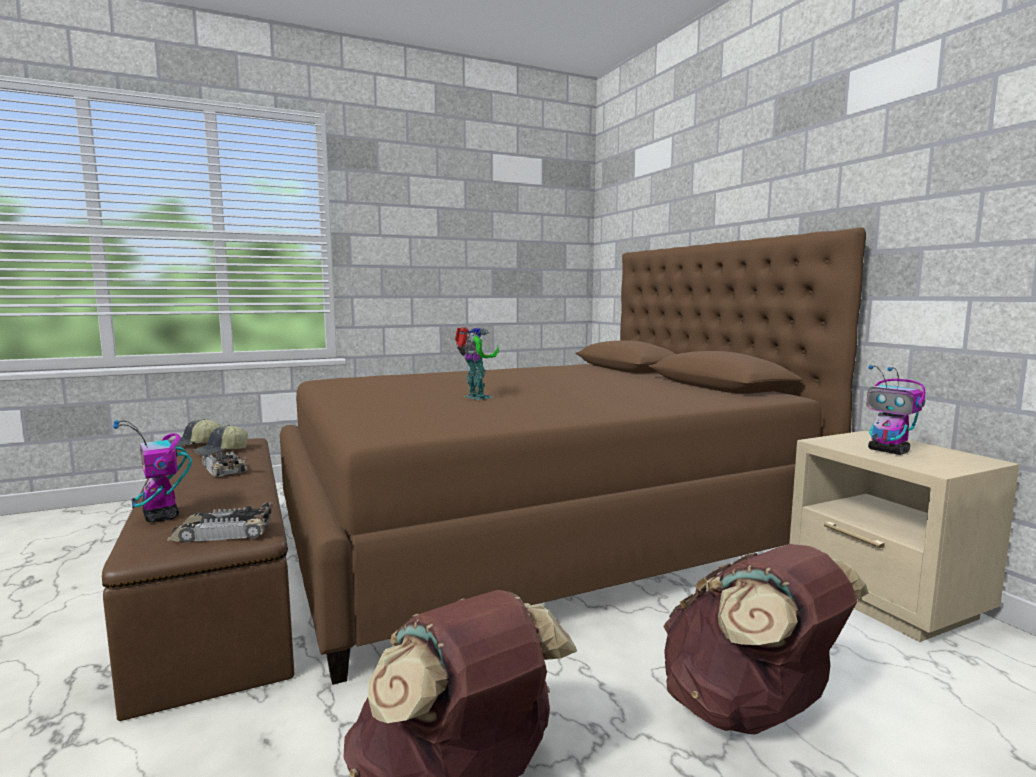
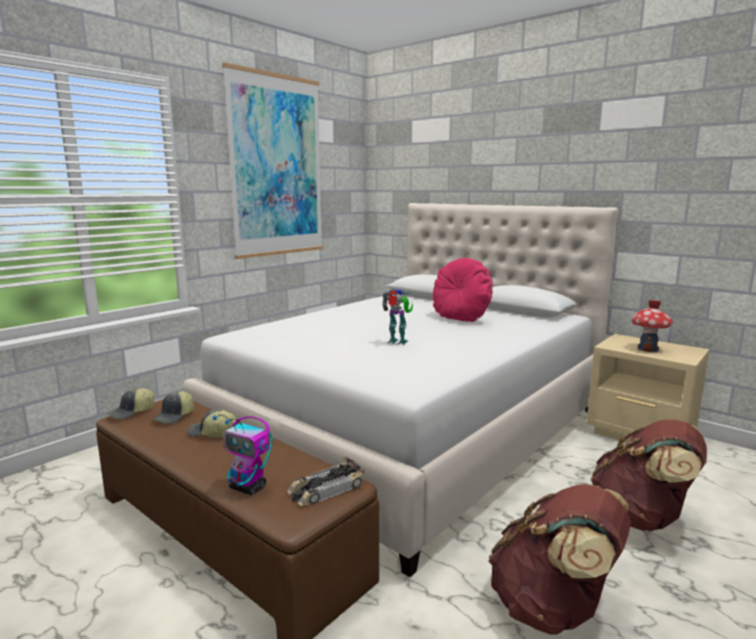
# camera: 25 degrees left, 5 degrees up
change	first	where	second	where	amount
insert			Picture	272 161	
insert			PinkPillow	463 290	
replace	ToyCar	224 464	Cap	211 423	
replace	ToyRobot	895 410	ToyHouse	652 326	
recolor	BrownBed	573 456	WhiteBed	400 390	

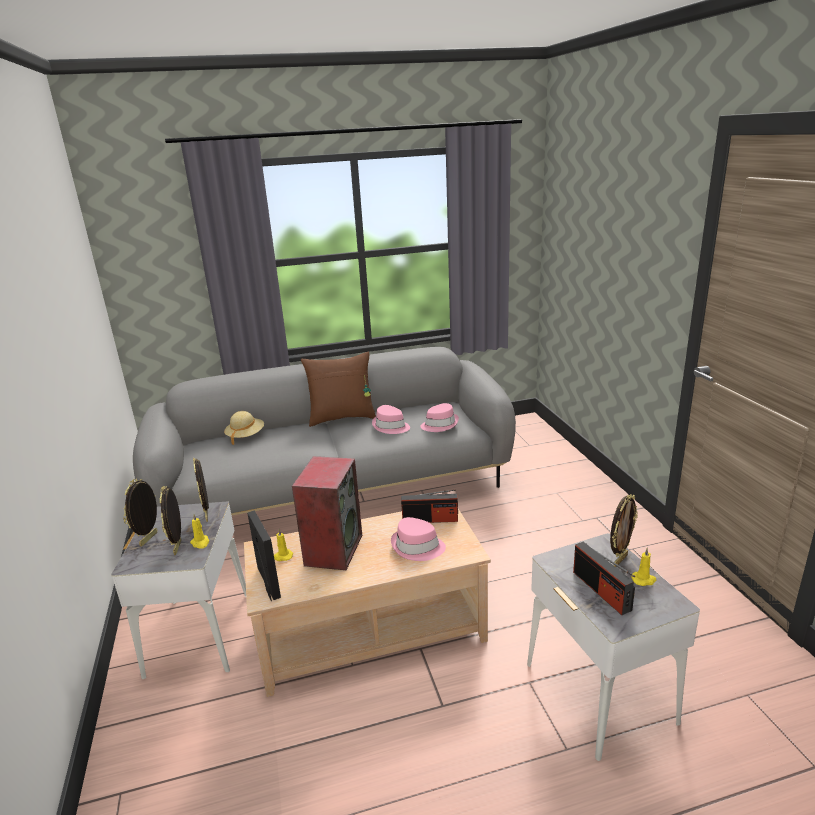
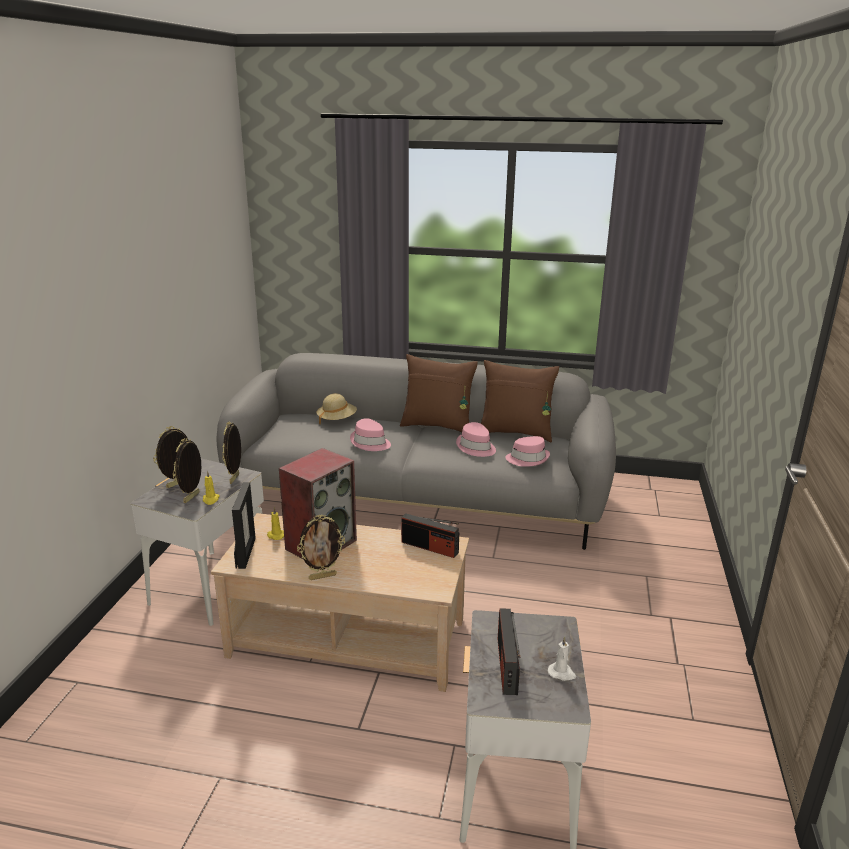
# camera: 25 degrees right, 0 degrees up
change	first	where	second	where	amount
insert			BrownPillow	520 401	
move	PinkHat	418 539		370 434	
move	PictureFrame	624 530		321 547	
recolor	YellowCandle	644 566	WhiteCandle	562 659	

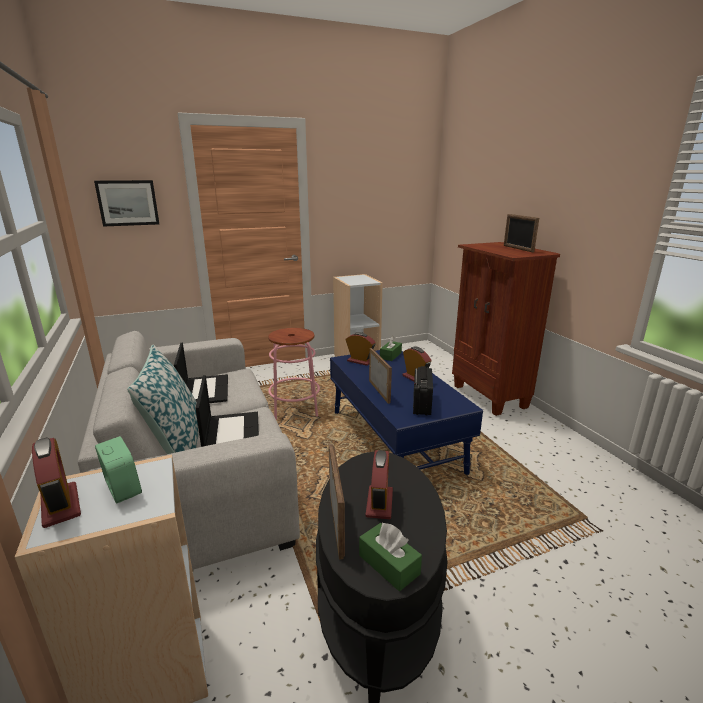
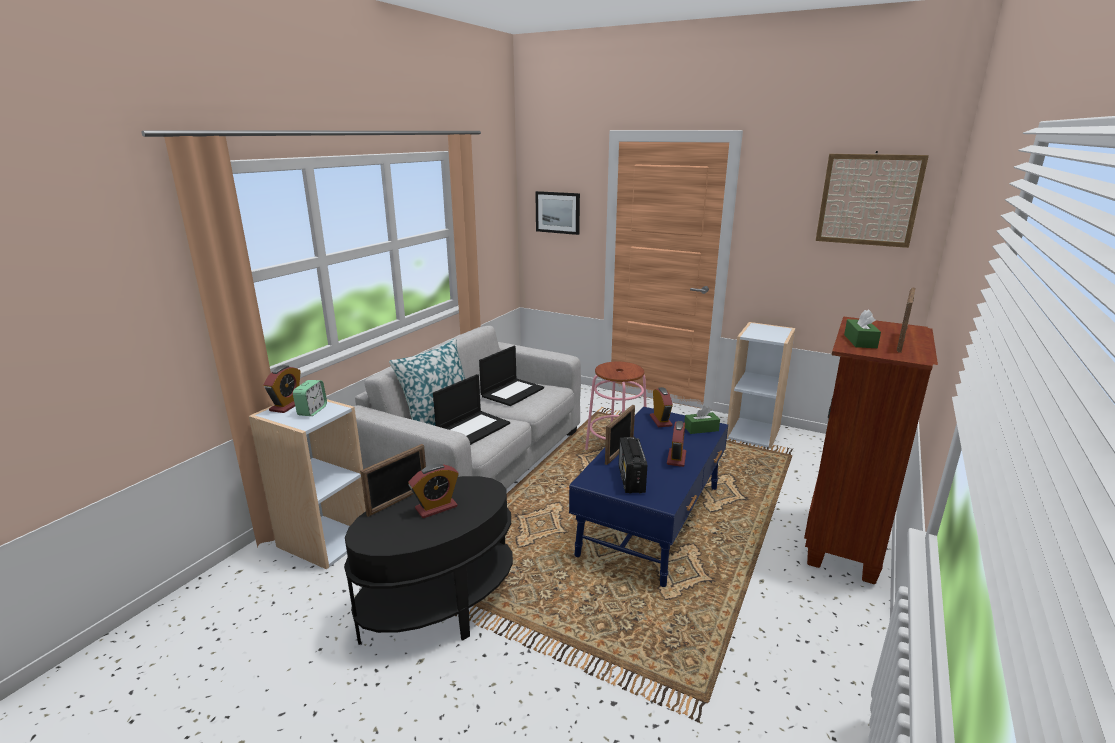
# camera: 50 degrees right, 0 degrees up
change	first	where	second	where	amount
insert			Picture	872 199	
move	GreenTissueBox	390 557		862 328	
rotate	Radio	423 390		633 465	120 degrees clockwise

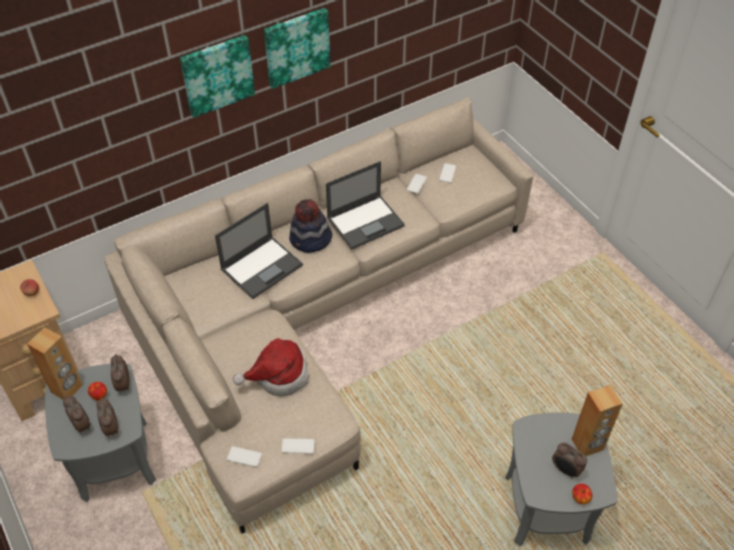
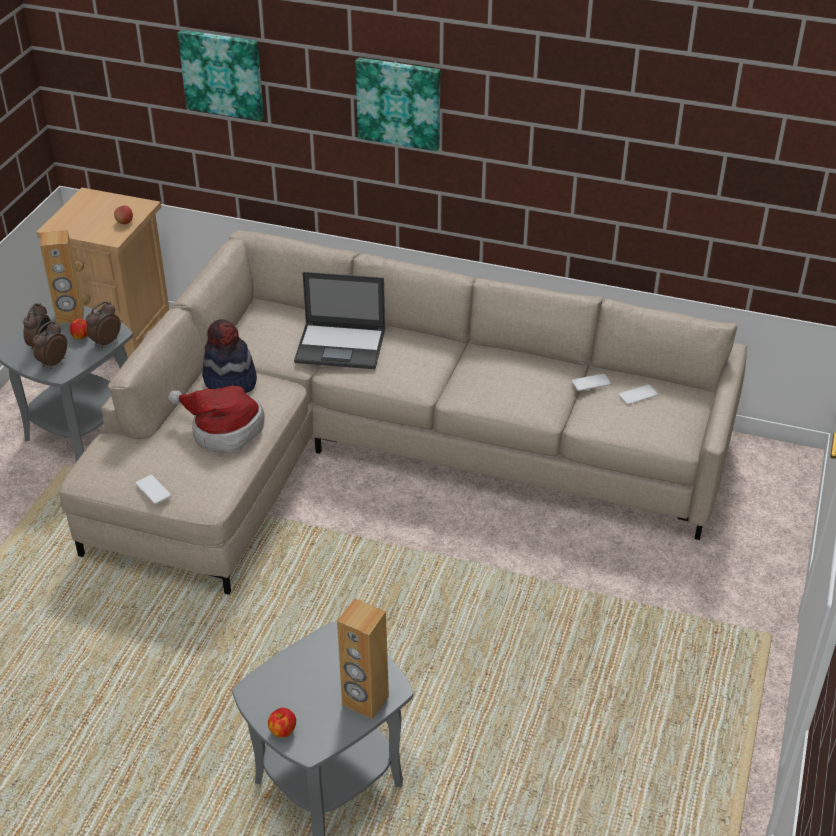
# camera: 50 degrees right, 10 degrees down
change	first	where	second	where	amount
delete	Phone	244 456			
delete	Laptop	365 205			
delete	AlarmClock	569 460			
move	Picture	297 48		221 75	
move	Hat	310 226		229 356	

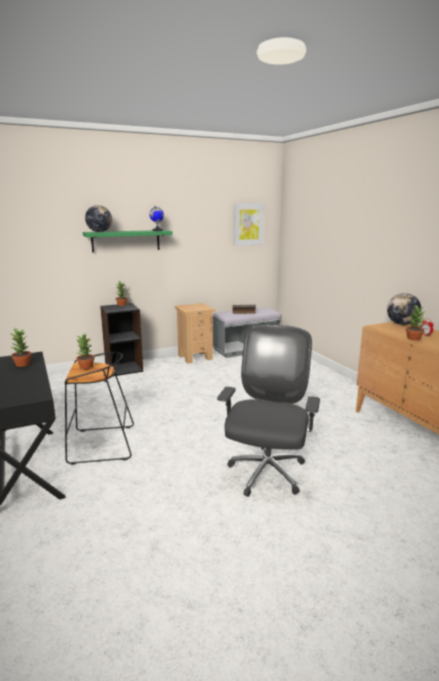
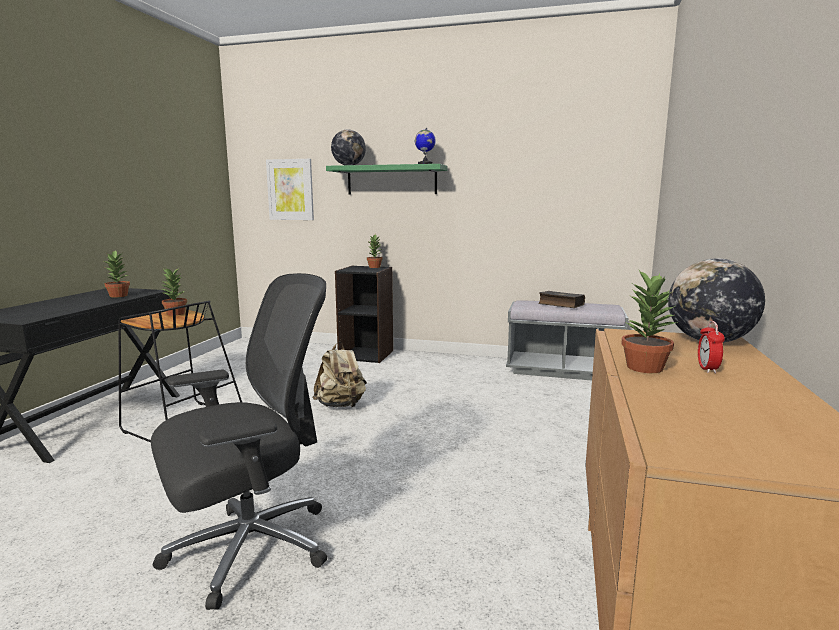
# camera: 40 degrees right, 5 degrees down
change	first	where	second	where	amount
delete	BeigeNightstand	195 333			
insert			BeigeBackpack	340 374	
move	Picture	249 224		290 189	

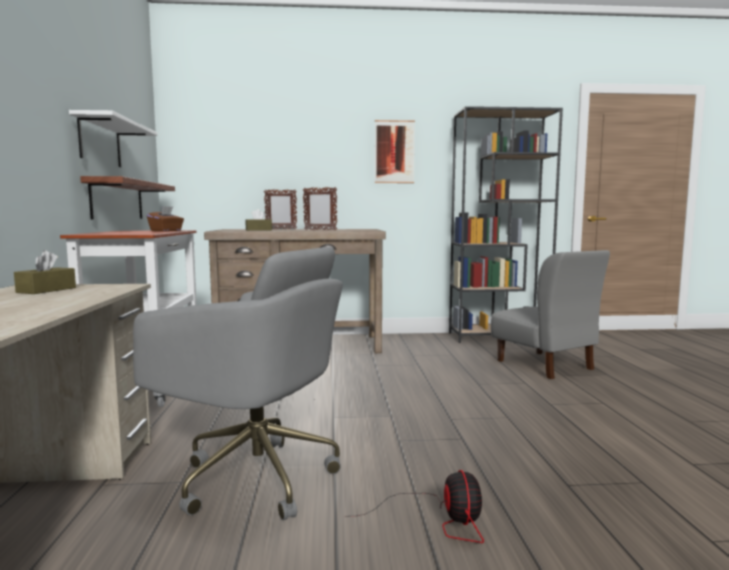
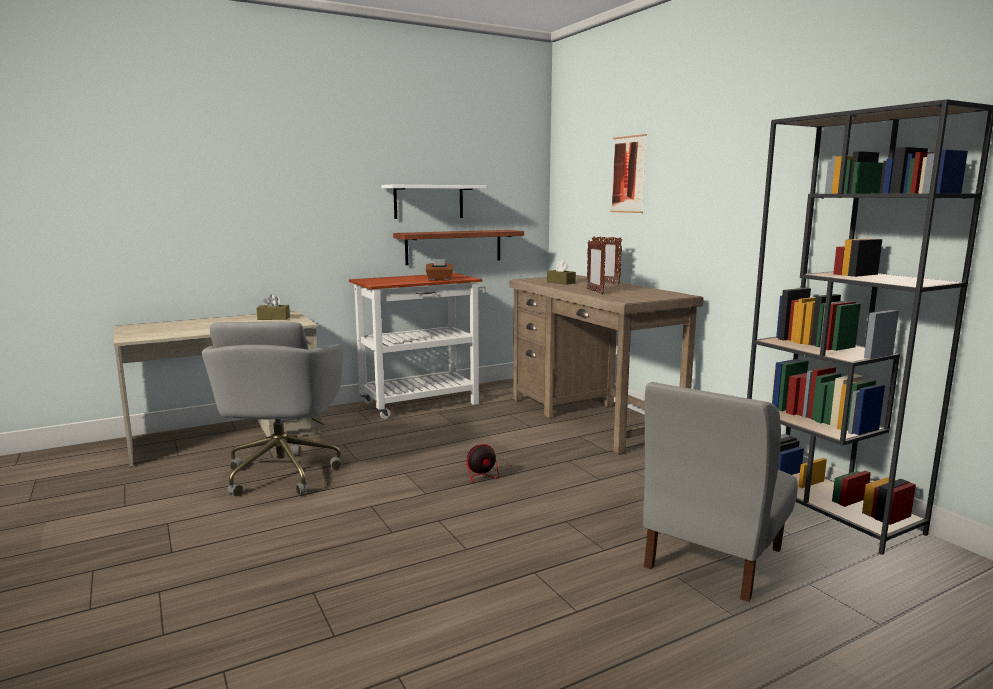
# camera: 65 degrees right, 5 degrees up
change	first	where	second	where	amount
move	Fan	414 506		489 464	
move	Picture	395 151		628 173	

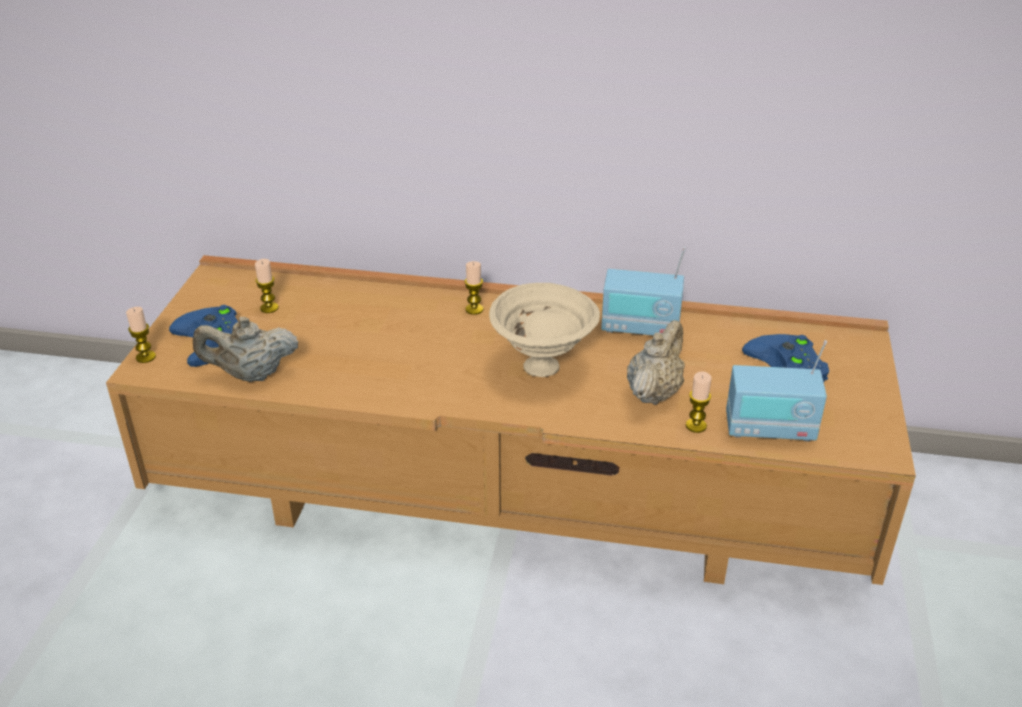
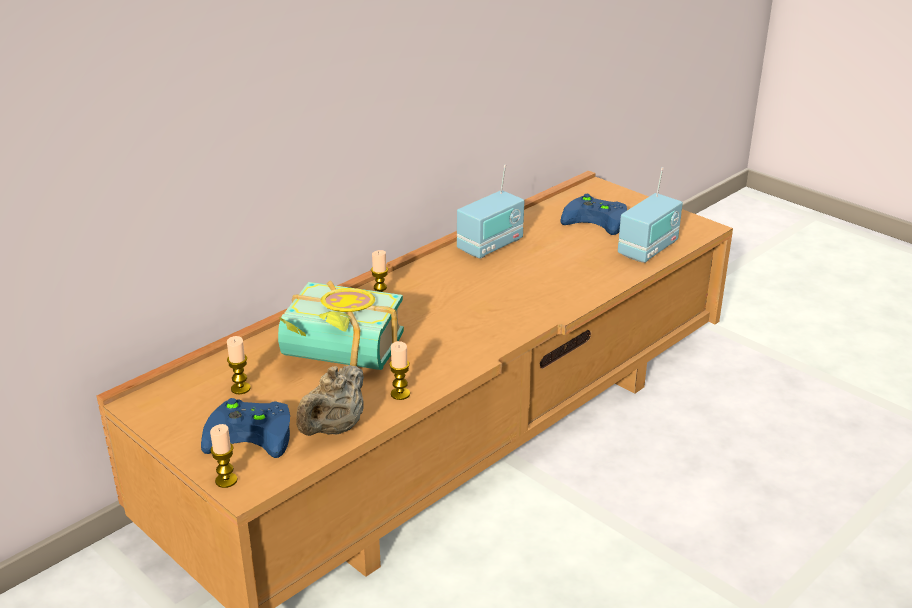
# camera: 55 degrees left, 5 degrees down
change	first	where	second	where	amount
delete	BeigeBowl	544 330			
delete	BeigeTeapot	656 362			
insert			Book	341 325	
move	Candle	699 402		399 370	

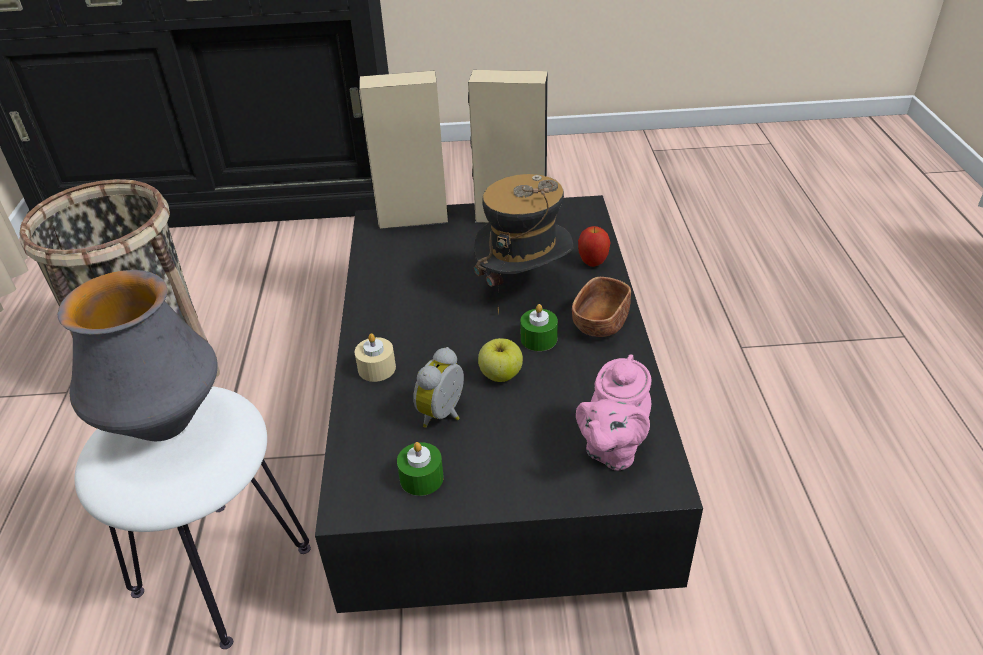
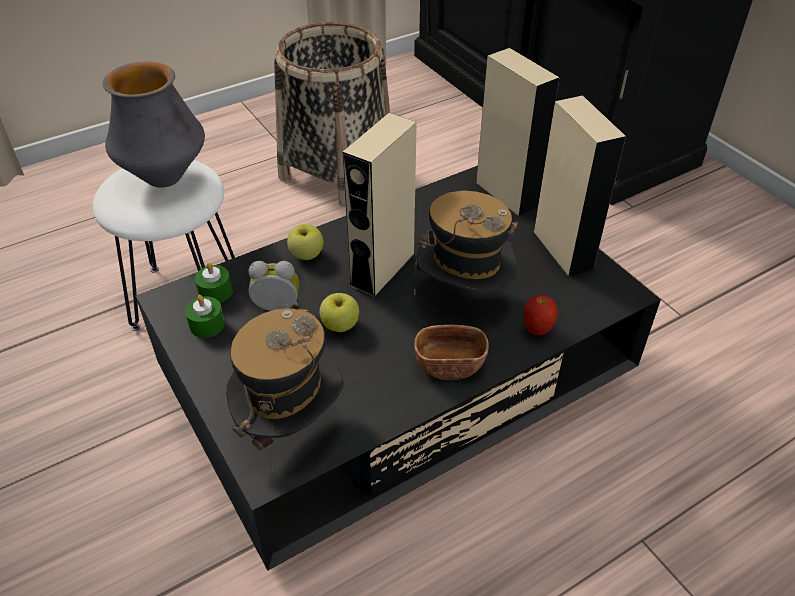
# camera: 60 degrees right, 5 degrees up
change	first	where	second	where	amount
insert			BeigeSpeaker	380 205	
move	GreenCandle	539 327		213 283	
replace	BeigeCandle	375 357	Apple	305 242	
replace	PinkTeapot	614 412	Hat	285 391	

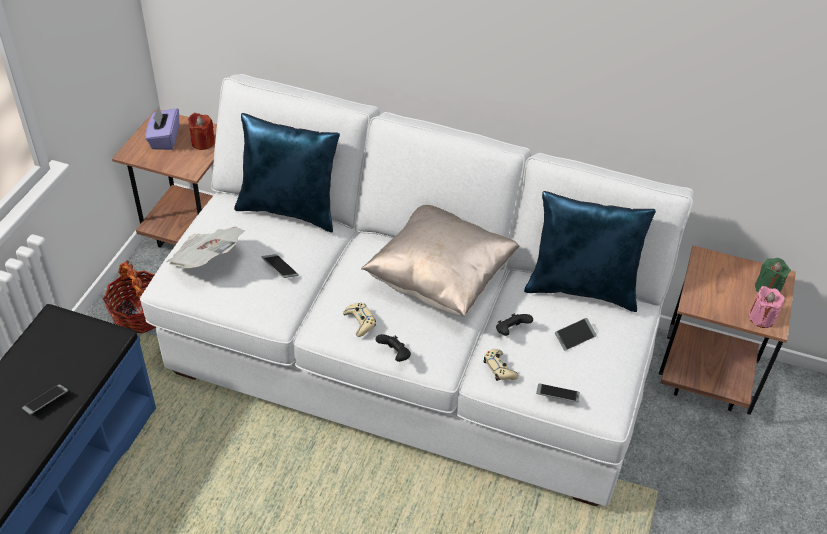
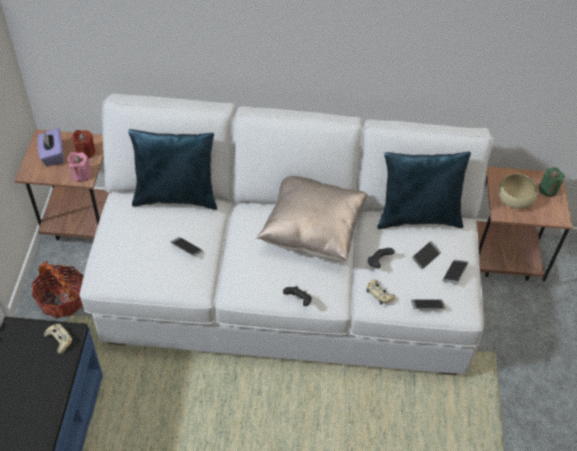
# camera: 15 degrees left, 5 degrees up
change	first	where	second	where	amount
delete	Newspaper	205 247			
insert			BeigeBowl	518 191	
move	Phone	45 399		455 272	
move	BeigeGameController	359 320		58 339	
move	PinkCandle	767 307		79 167	

